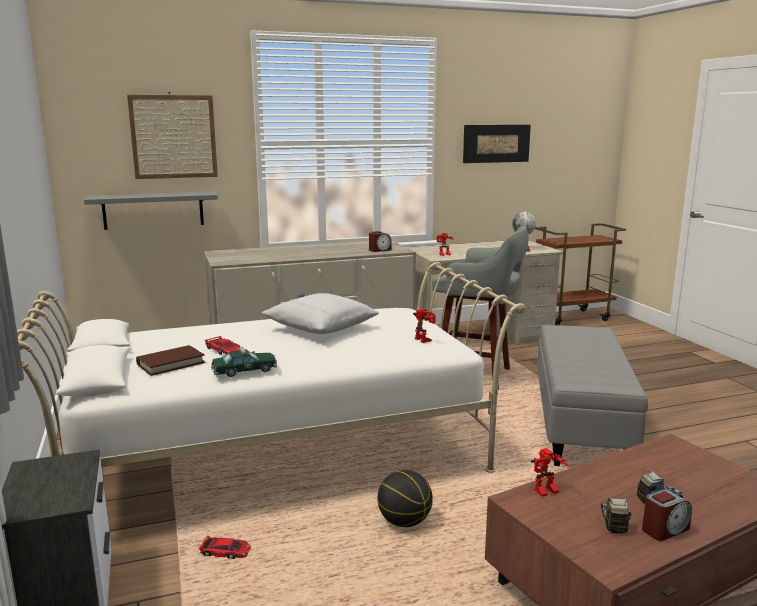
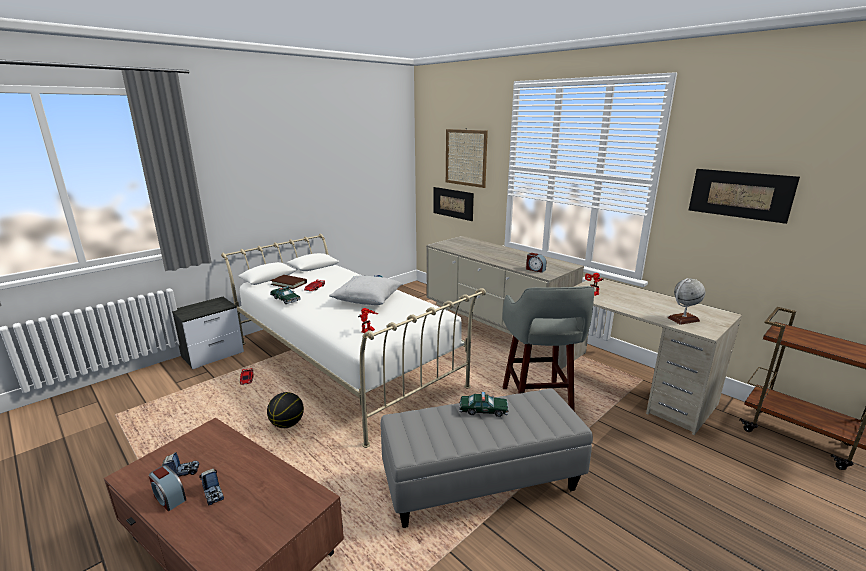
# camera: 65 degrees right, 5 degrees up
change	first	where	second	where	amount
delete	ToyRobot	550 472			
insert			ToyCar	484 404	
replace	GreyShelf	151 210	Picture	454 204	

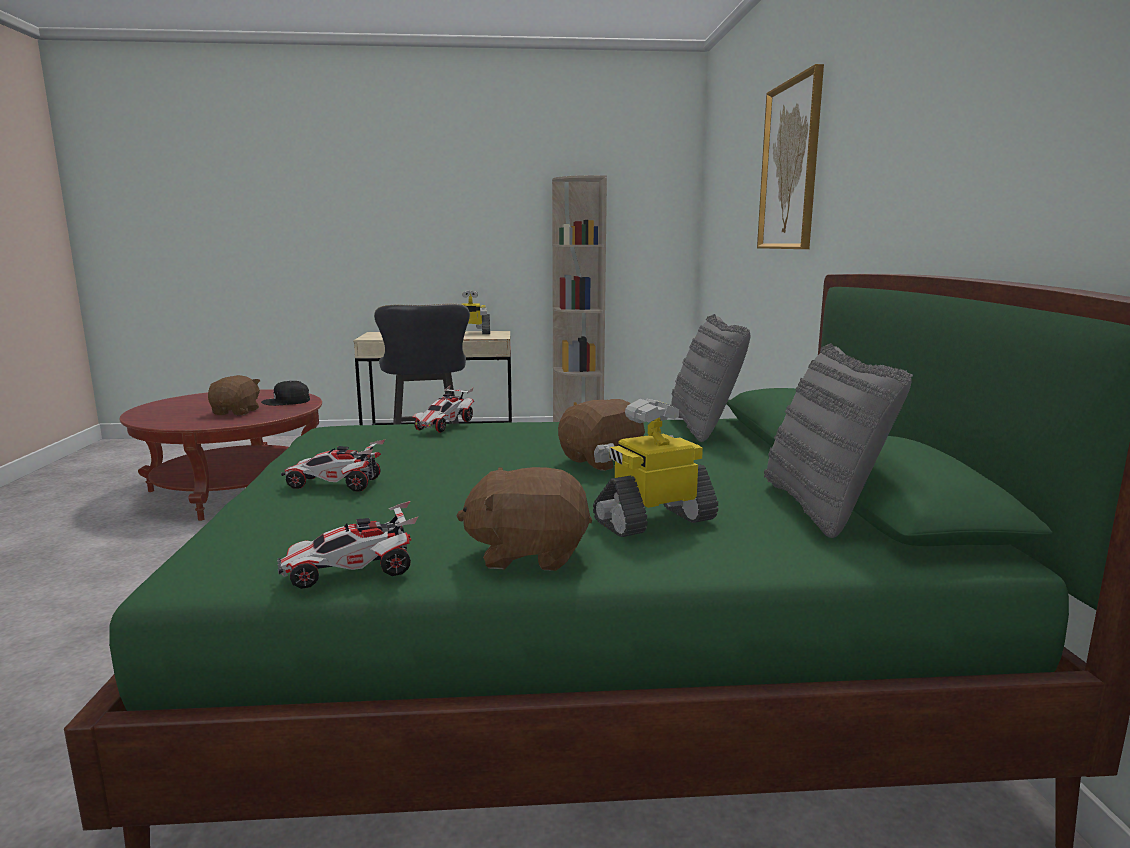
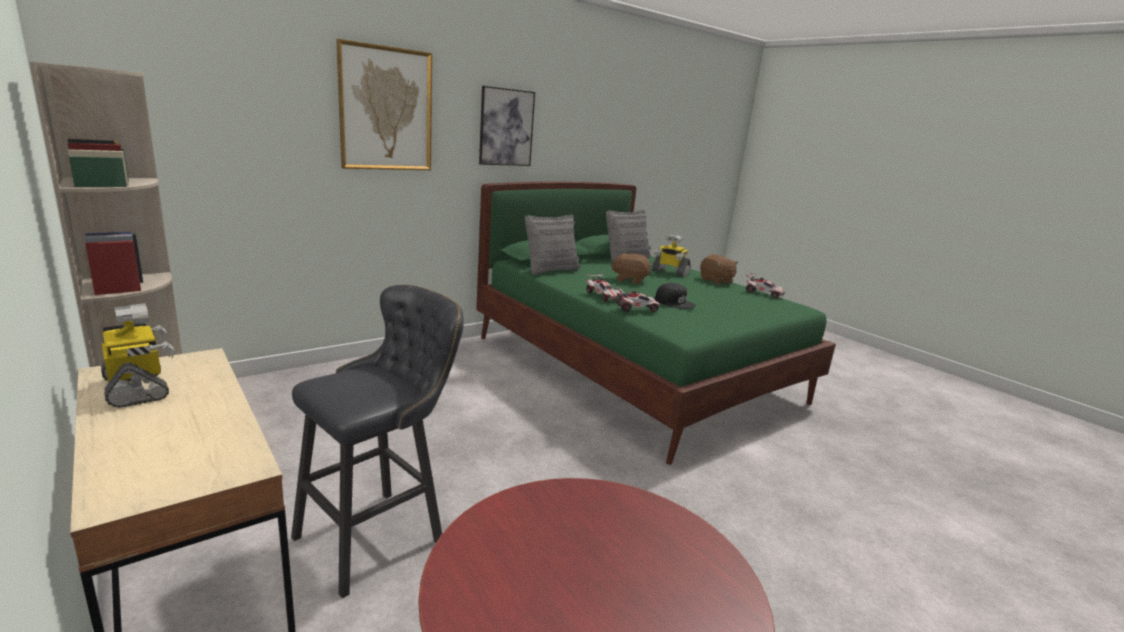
# camera: 125 degrees left, 5 degrees up
change	first	where	second	where	amount
delete	BrownPlushToy	234 395			
insert			Picture	507 126	
move	BlackCap	285 393		675 296	
move	ToyCar	333 465		603 287	

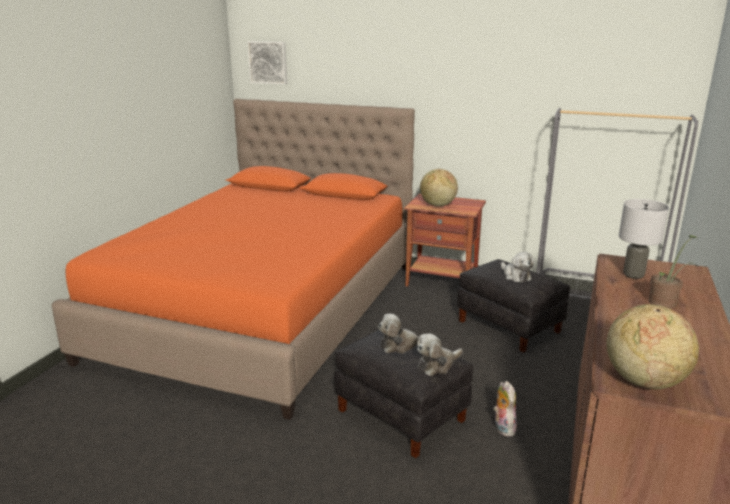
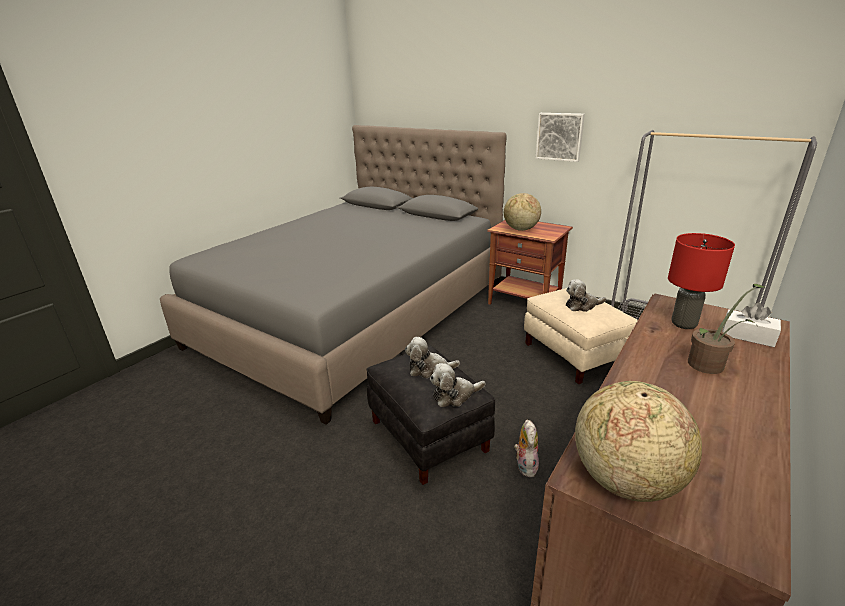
# camera: 15 degrees right, 5 degrees up
change	first	where	second	where	amount
insert			WhiteTissueBox	751 325	
move	Picture	267 63		560 137	
recolor	OrangeBed	233 259	GreyBed	333 275	
recolor	BlackOttoman	513 306	BeigeOttoman	581 336	
recolor	WhiteTableLamp	644 239	RedTableLamp	701 281	
rotate	PlushToy	517 267		586 295	90 degrees clockwise

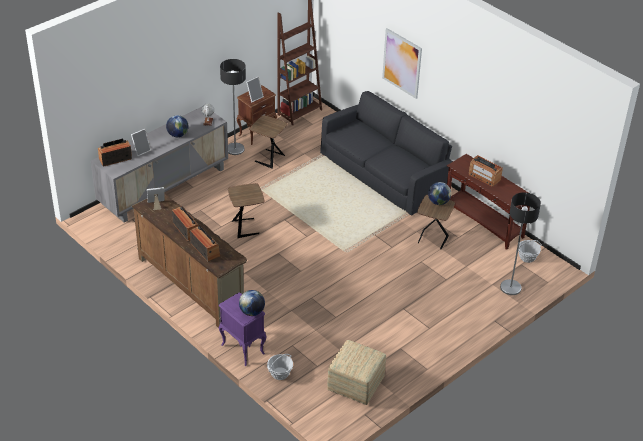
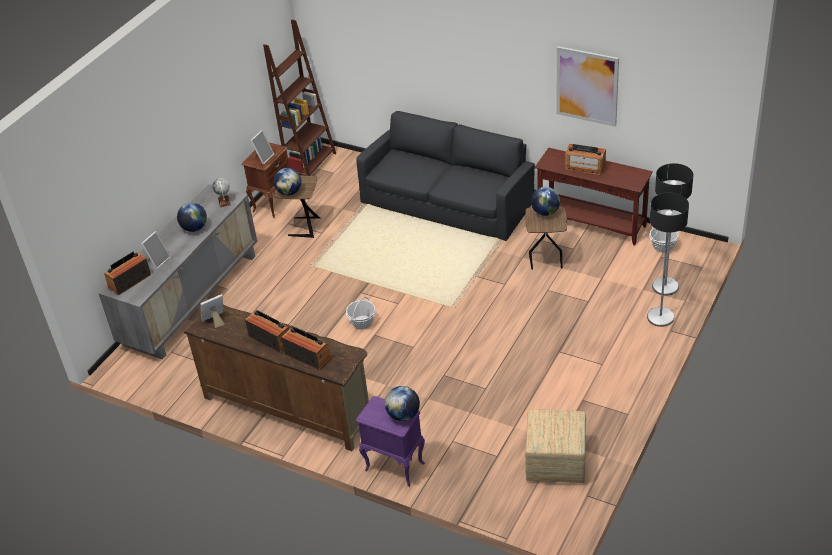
# camera: 15 degrees left, 0 degrees up
change	first	where	second	where	amount
delete	BrownSideTable	246 210			
insert			Globe	287 181	
move	FloorLamp	233 107		668 260	
move	Basket	280 367		361 313	
move	Picture	402 63		588 86	

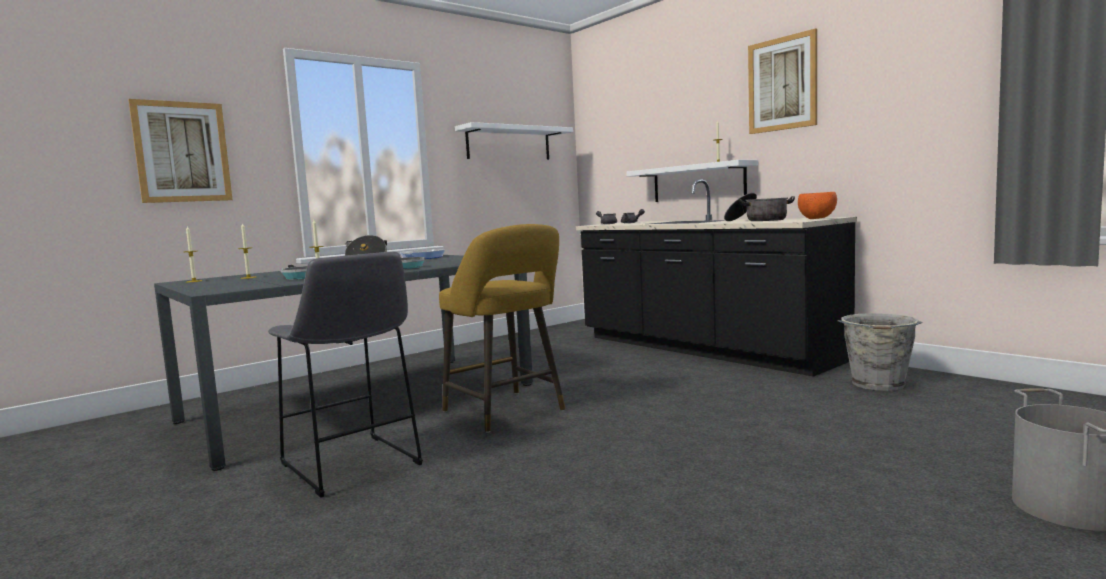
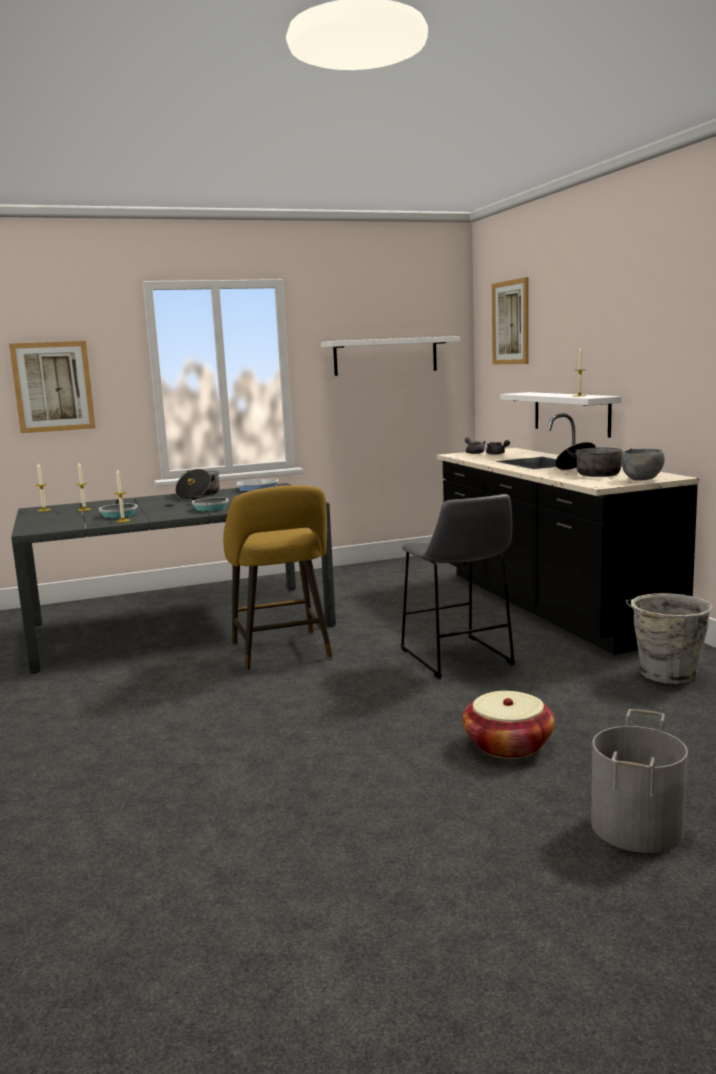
# camera: 20 degrees right, 5 degrees up
change	first	where	second	where	amount
insert			Basket	508 725	
move	GreyStool	345 374		458 586	
move	Picture	782 81		510 320	
recolor	OrangeBowl	817 205	GreyBowl	643 465	

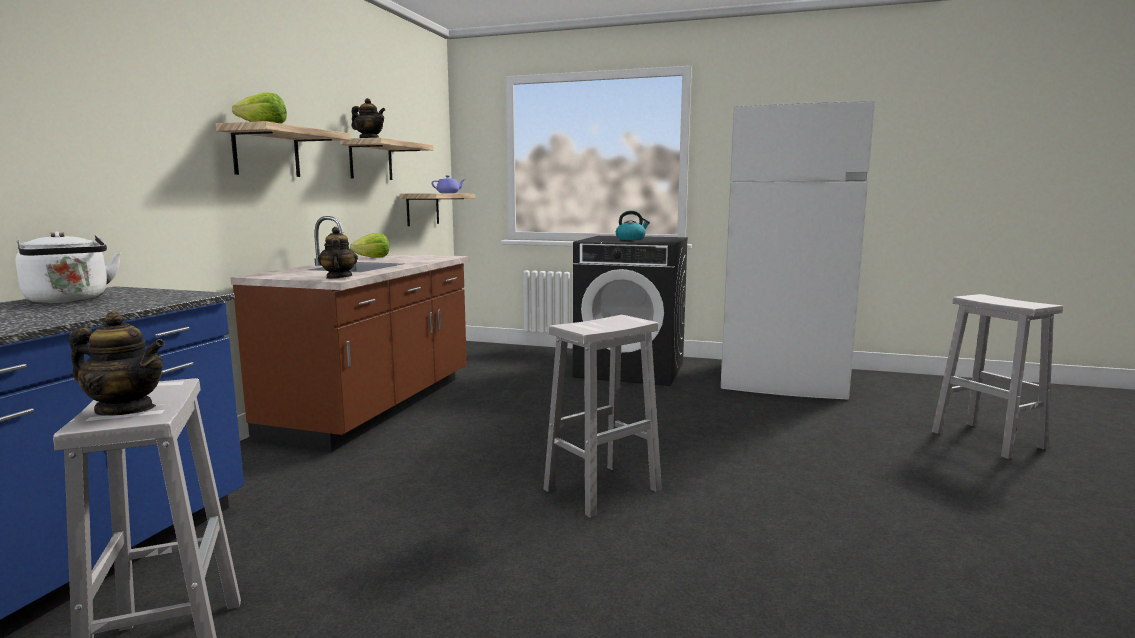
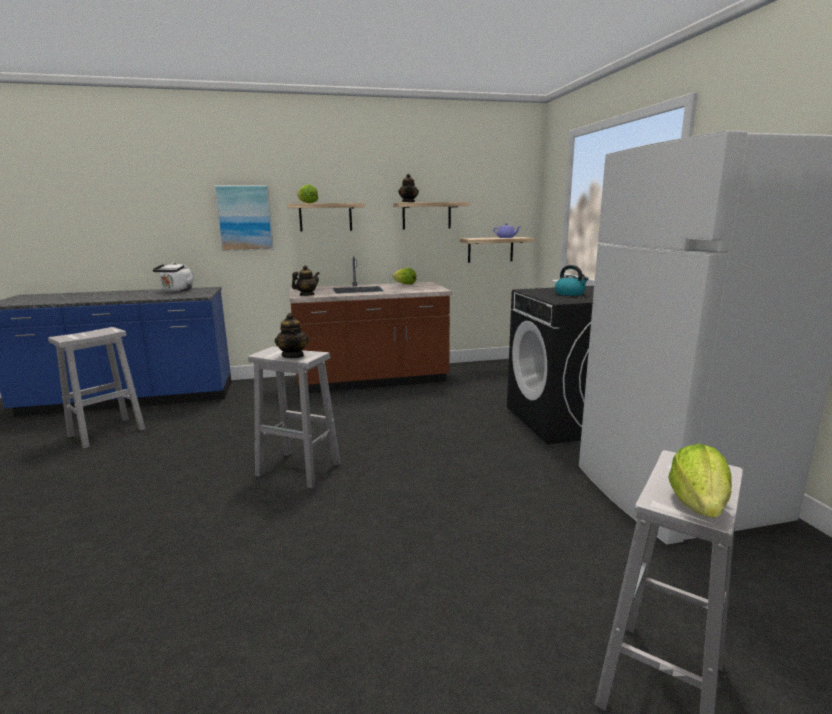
# camera: 60 degrees right, 5 degrees up
change	first	where	second	where	amount
insert			Picture	244 218	
insert			Lettuce	700 481	
move	Teapot	117 364		292 335	

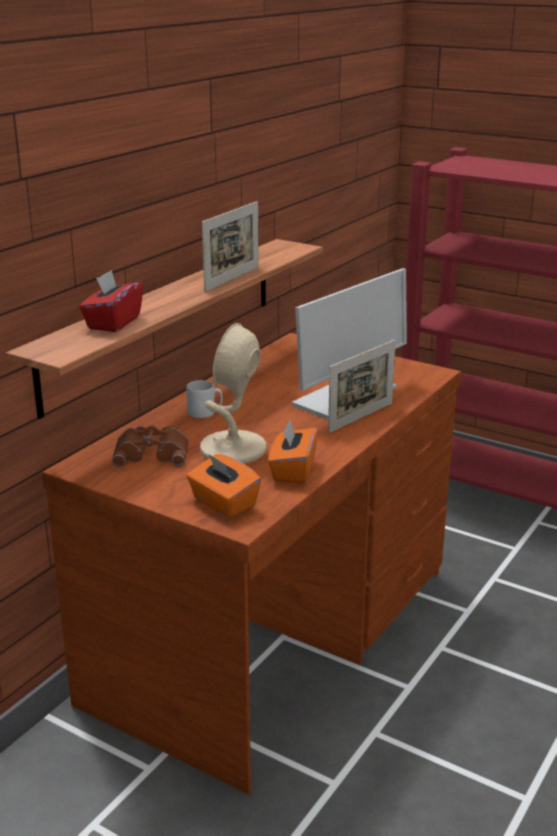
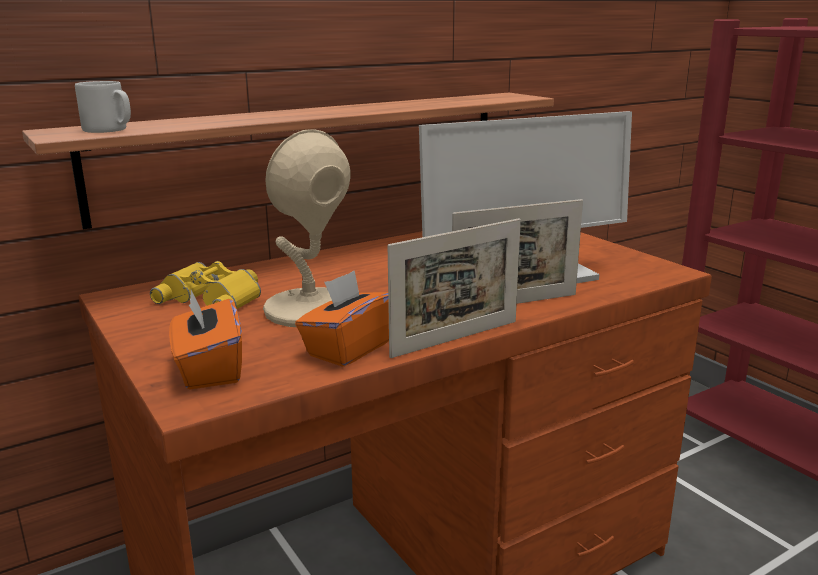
# camera: 25 degrees right, 5 degrees down
change	first	where	second	where	amount
delete	RedTissueBox	111 301			
move	GreyMug	204 399		103 107	
move	PictureFrame	230 246		454 288	
recolor	BrownBinoculars	150 446	YellowBinoculars	205 285	

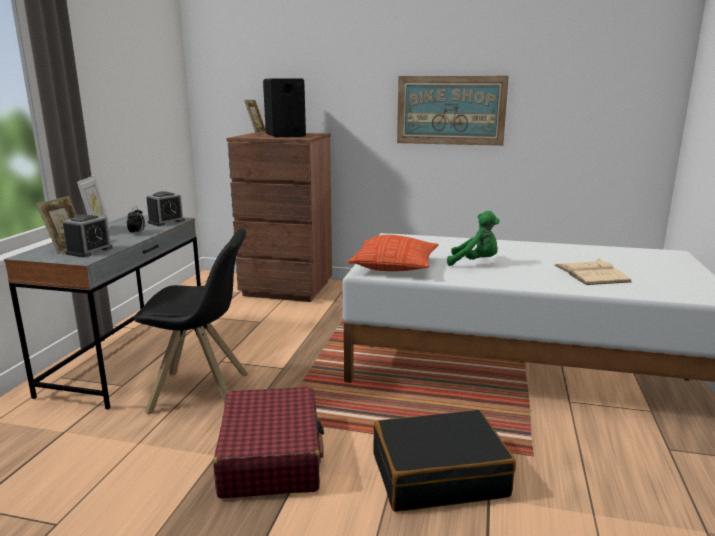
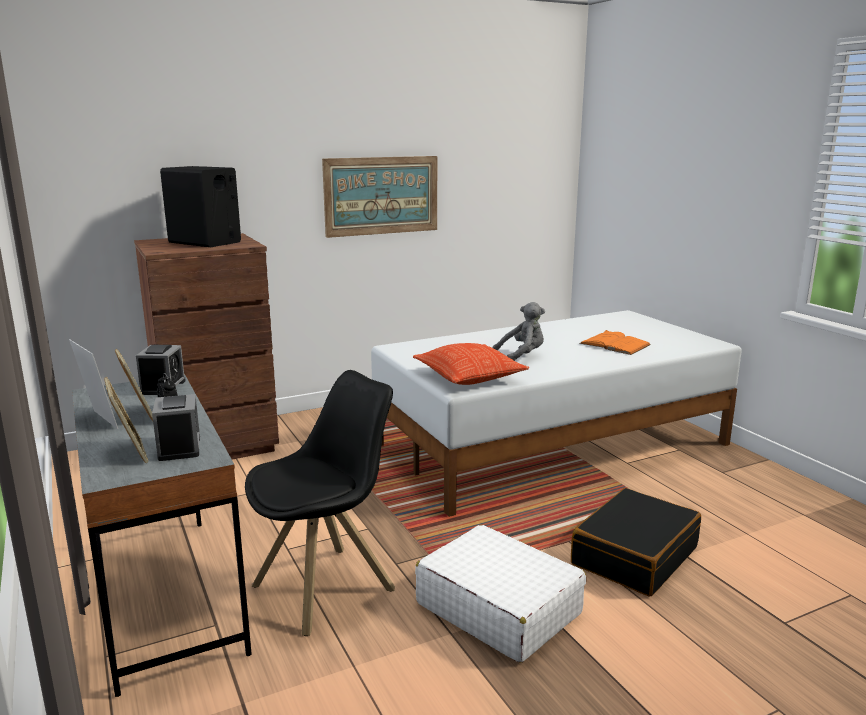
# camera: 40 degrees left, 0 degrees up
change	first	where	second	where	amount
move	PictureFrame	255 117		134 385	
recolor	RedSuitcase	268 442	WhiteSuitcase	500 594	
recolor	GreenPlushToy	473 238	GreyPlushToy	518 331	
recolor	BeigeBook	593 272	OrangeBook	615 342	

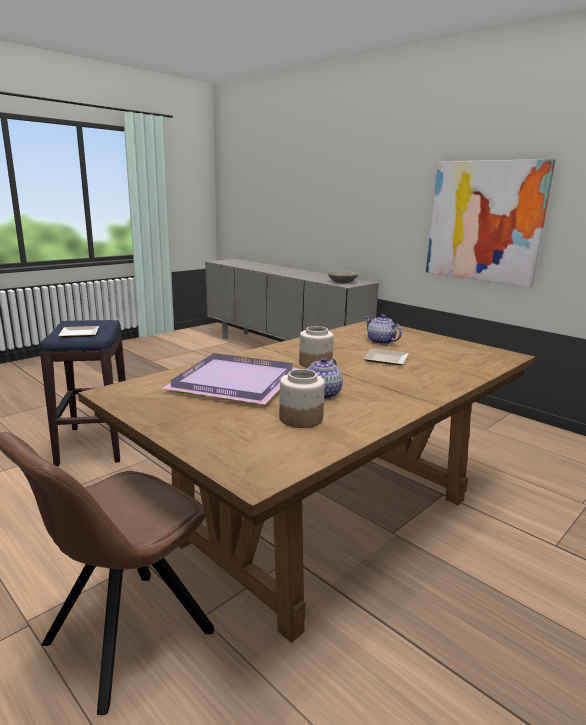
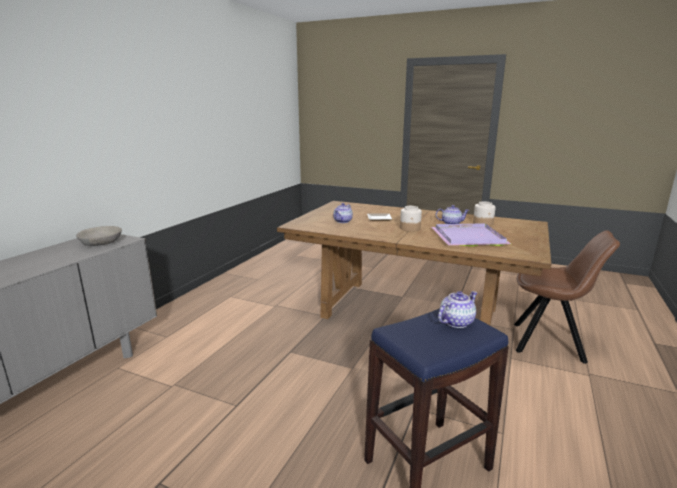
# camera: 110 degrees left, 0 degrees up
change	first	where	second	where	amount
delete	Picture	490 223			
replace	Plate	78 332	Teapot	457 309	

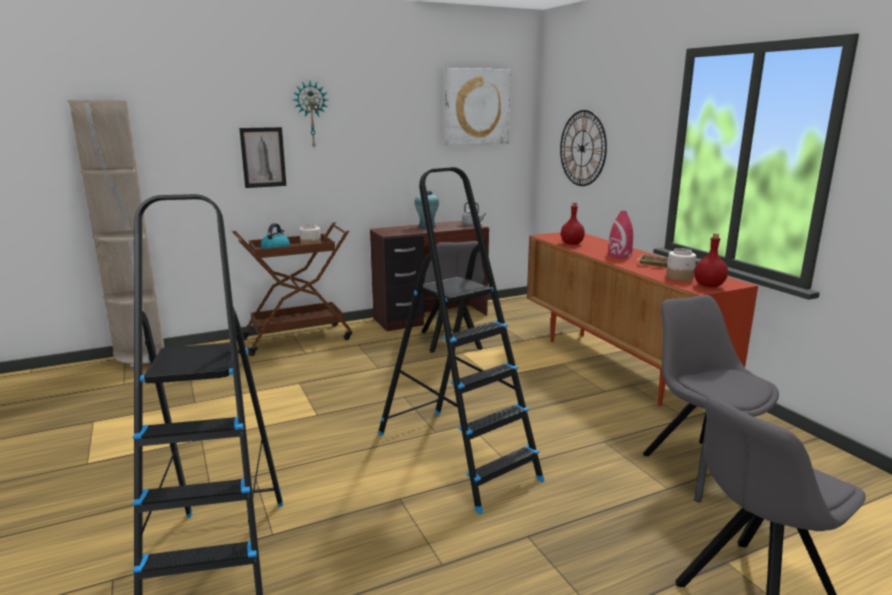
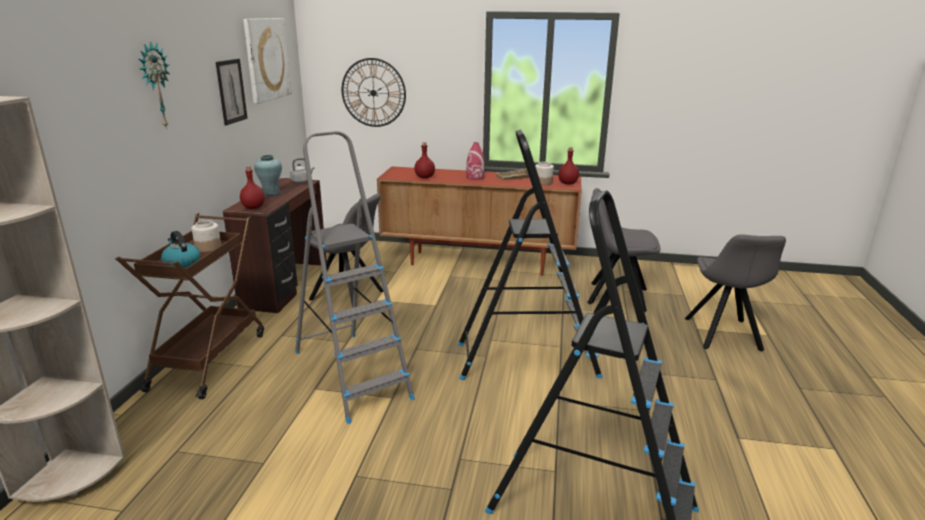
# camera: 55 degrees left, 5 degrees up
change	first	where	second	where	amount
insert			RedBottle	252 187	
insert			GreyStepLadder	355 277	
move	Picture	262 157		232 92	

